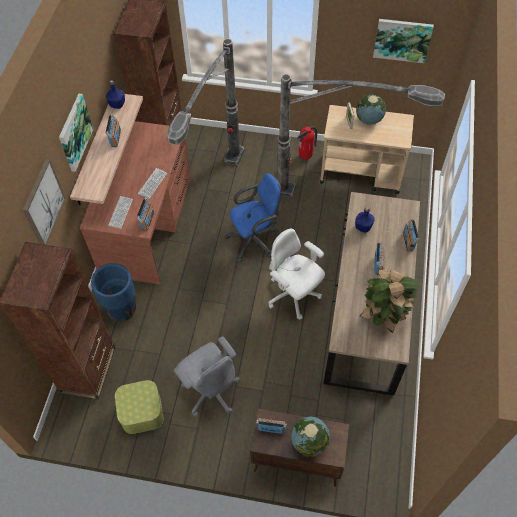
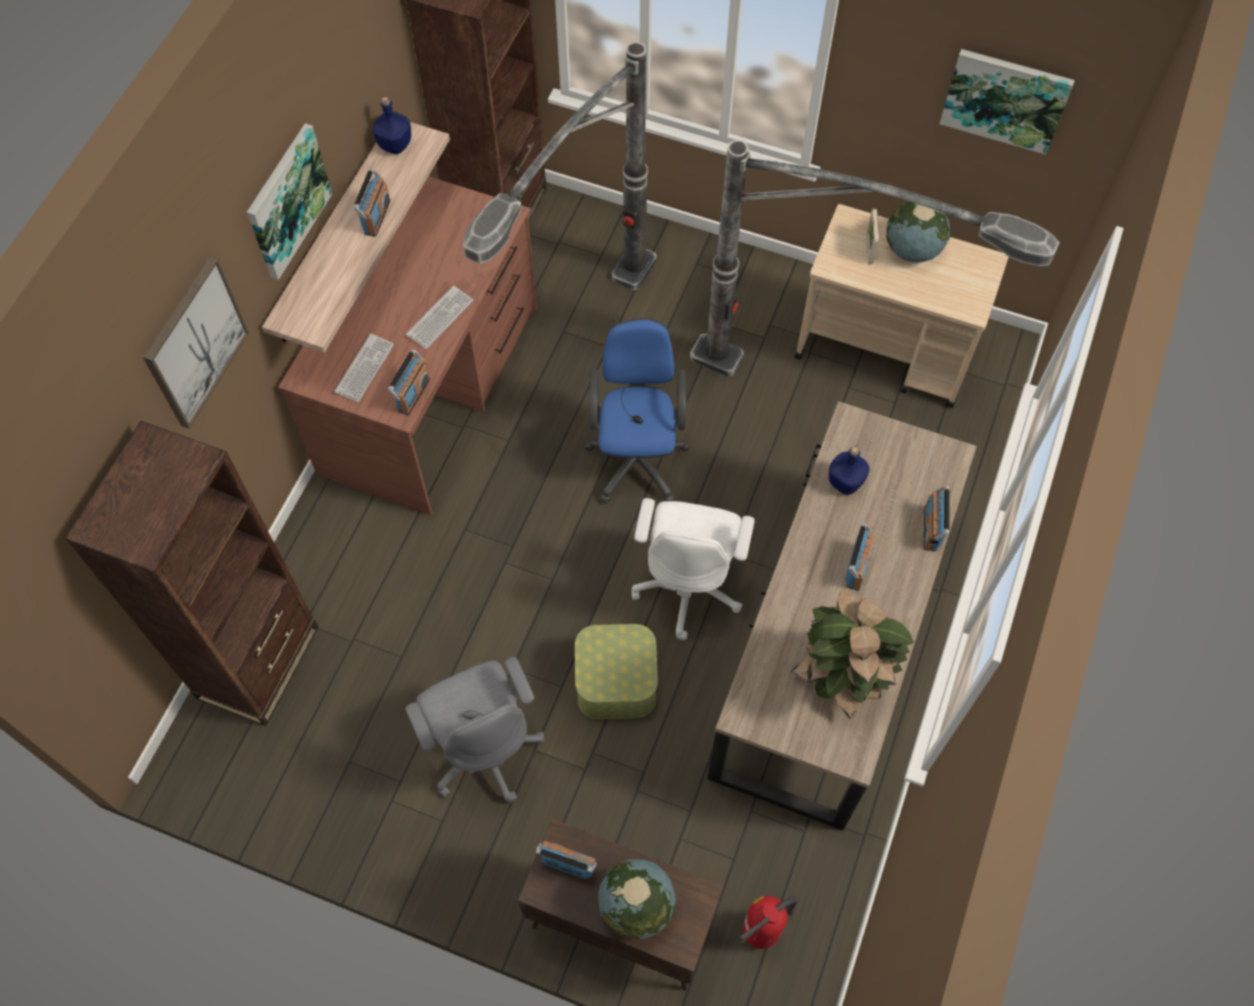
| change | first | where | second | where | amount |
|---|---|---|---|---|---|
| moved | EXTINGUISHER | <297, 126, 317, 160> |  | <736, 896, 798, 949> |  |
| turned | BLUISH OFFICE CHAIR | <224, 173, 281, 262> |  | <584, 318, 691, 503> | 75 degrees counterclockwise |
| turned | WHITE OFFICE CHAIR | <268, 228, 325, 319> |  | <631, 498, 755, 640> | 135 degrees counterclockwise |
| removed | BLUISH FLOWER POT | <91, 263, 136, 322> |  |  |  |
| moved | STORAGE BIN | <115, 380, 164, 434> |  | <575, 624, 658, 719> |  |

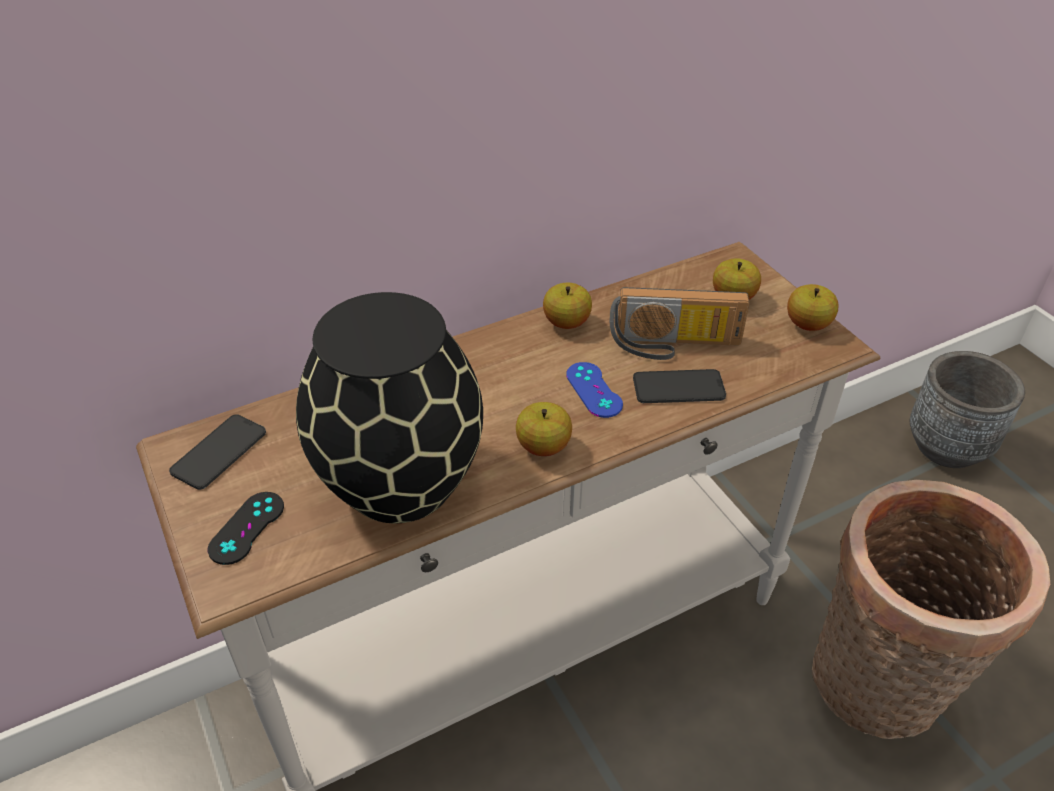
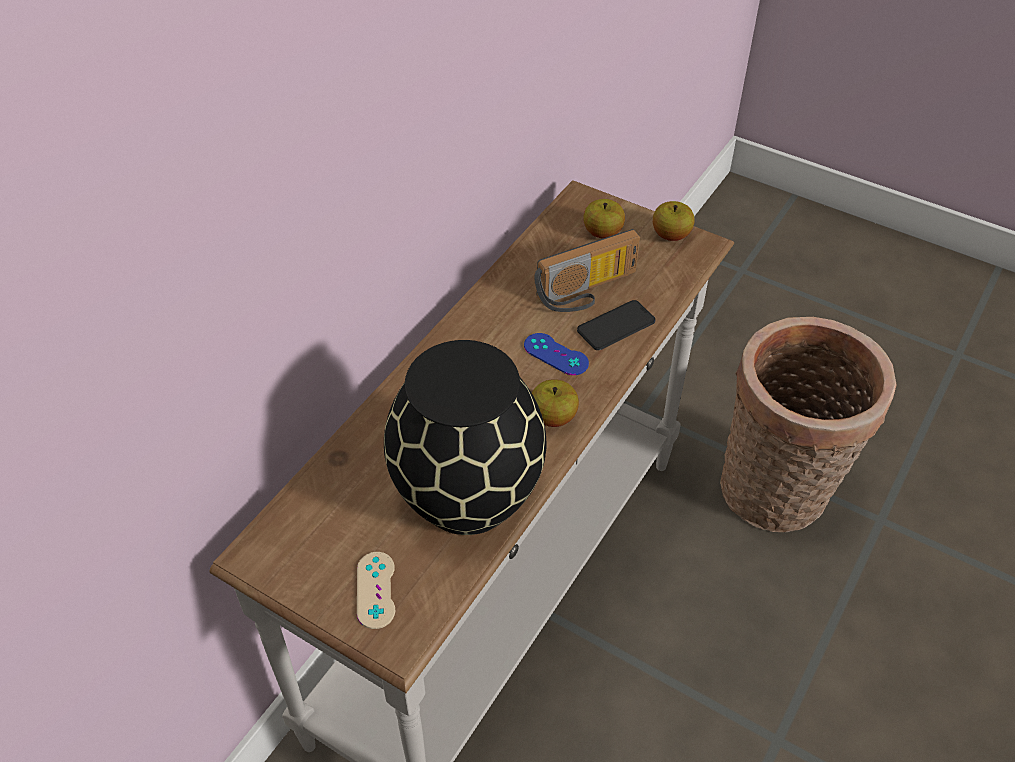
| change | first | where | second | where | amount |
|---|---|---|---|---|---|
| removed | WHOLE APPLE | <543, 283, 592, 329> |  |  |  |
| removed | GREYISH FLOWER POT | <910, 351, 1025, 468> |  |  |  |
| removed | HANDSET | <169, 414, 266, 490> |  |  |  |
| recoloured | BLACK JOYPAD | <208, 492, 284, 565> | SAND-COLOURED JOYPAD | <357, 552, 395, 629> |  |

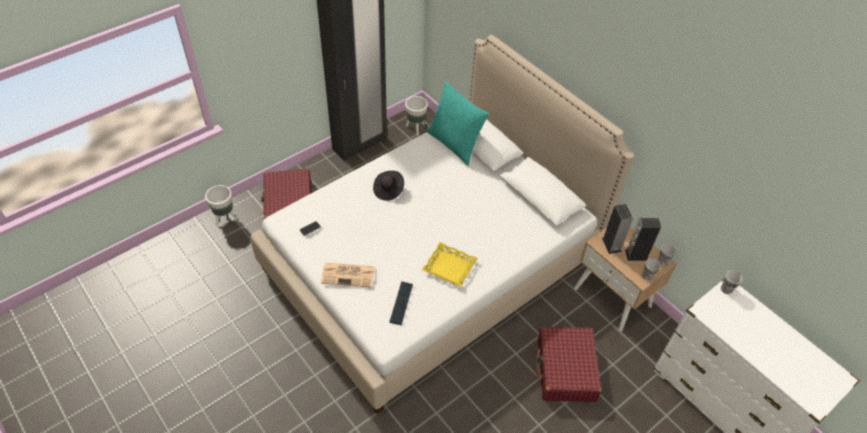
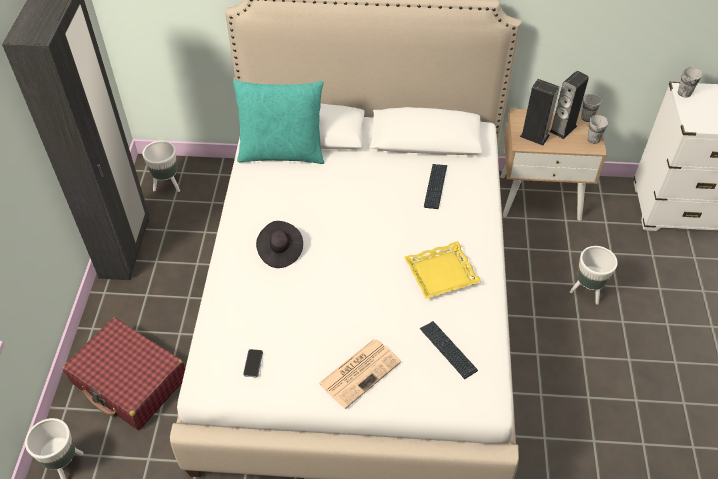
| change | first | where | second | where | amount |
|---|---|---|---|---|---|
| replaced | RED SUITCASE | <536, 326, 602, 402> | WHITE FLOWER POT | <570, 246, 618, 305> |  |
| added |  |  | KEYBOARD | <424, 164, 447, 209> |  |

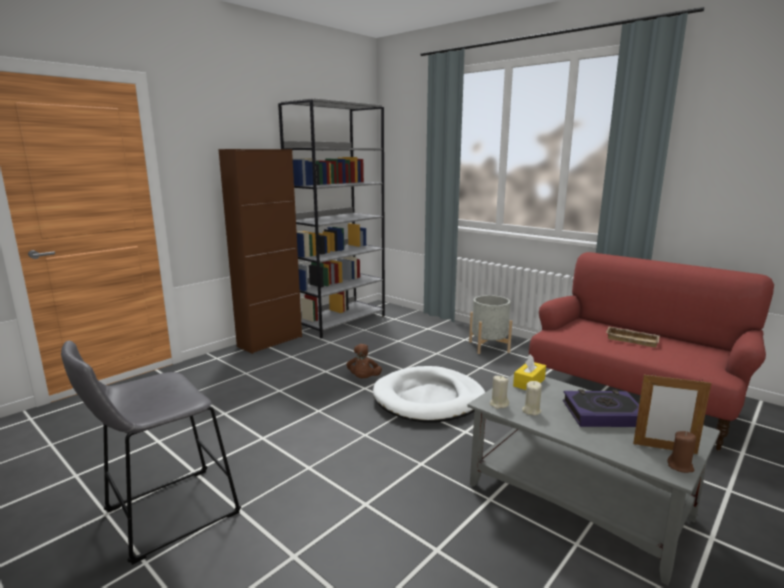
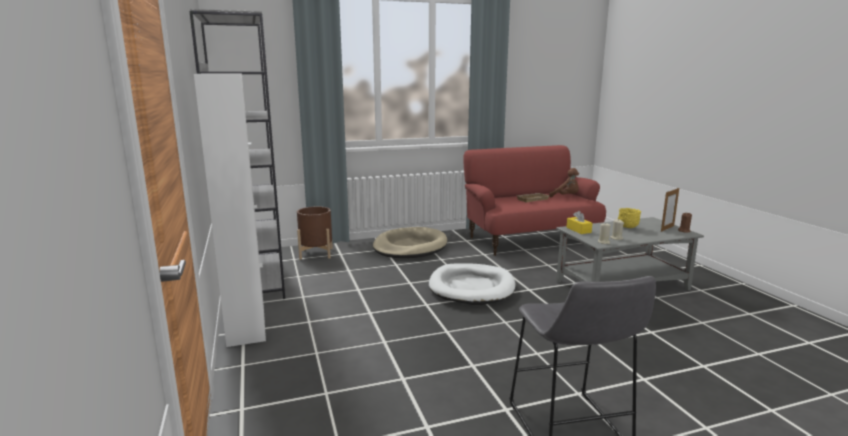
| change | first | where | second | where | amount |
|---|---|---|---|---|---|
| recoloured | BROWN STORAGE CABINET | <218, 149, 302, 354> | WHITE STORAGE CABINET | <194, 73, 266, 347> |  |
| replaced | GREYISH FLOWER POT | <469, 295, 512, 354> | SAND-COLOURED DOG CUSHION | <373, 227, 447, 258> |  |
| moved | BROWN PLUSH TOY | <347, 344, 382, 378> |  | <549, 168, 579, 198> |  |
| replaced | BOOK | <563, 389, 639, 427> | YELLOWISH SERVING BOWL | <618, 208, 641, 228> |  |
| added |  |  | BROWN FLOWER POT | <297, 206, 333, 260> |  |

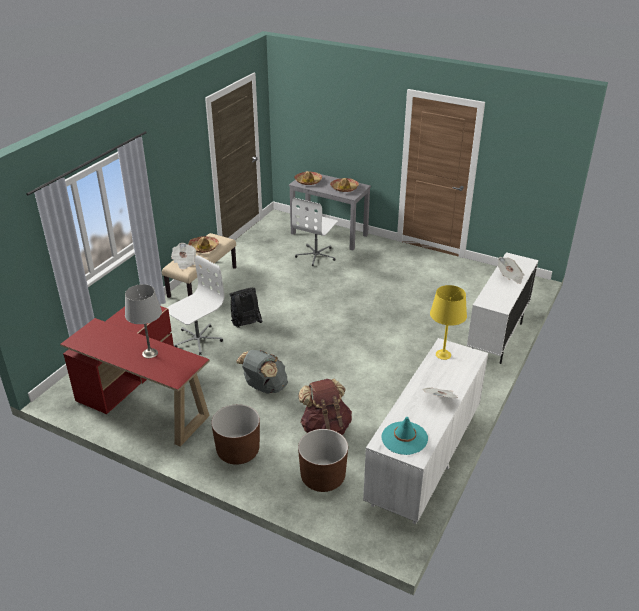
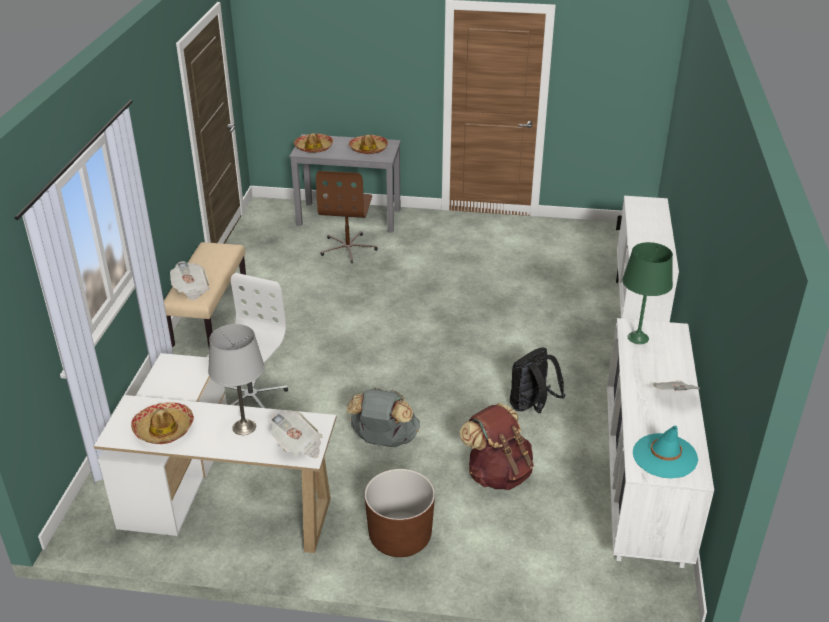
| change | first | where | second | where | amount |
|---|---|---|---|---|---|
| recoloured | WHITE OFFICE CHAIR | <292, 198, 338, 266> | BROWN OFFICE CHAIR | <316, 171, 378, 264> |  |
| moved | WEARABLE HAT | <188, 236, 219, 253> |  | <131, 403, 194, 444> |  |
| moved | DAILY PAPER | <497, 257, 524, 284> |  | <270, 411, 322, 458> |  |
| recoloured | YELLOWISH TABLE LAMP | <430, 285, 467, 360> | GREENISH TABLE LAMP | <622, 242, 673, 344> |  |
| moved | BLACK RUCKSACK | <230, 288, 263, 328> |  | <510, 348, 565, 413> |  |
| recoloured | RED DESK UNIT | <60, 306, 210, 447> | WHITE DESK UNIT | <94, 353, 337, 553> |  |
| removed | BROWN FLOWER POT | <298, 429, 348, 492> |  |  |  |

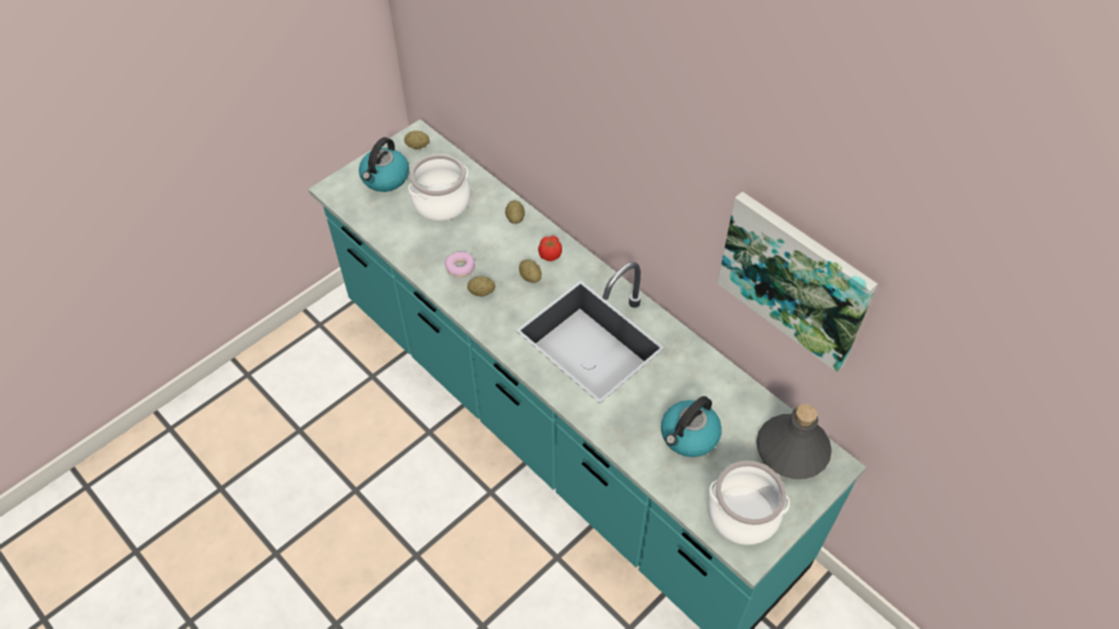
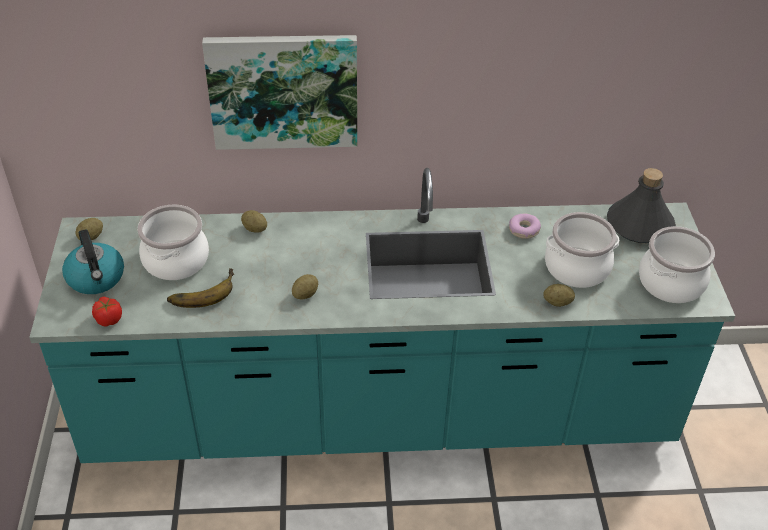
| change | first | where | second | where | amount |
|---|---|---|---|---|---|
| moved | WALL PICTURE | <717, 192, 878, 372> |  | <202, 35, 357, 150> |  |
| moved | TOMATO | <538, 236, 562, 261> |  | <92, 297, 122, 327> |  |
| moved | RING DOUGHNUT | <445, 252, 475, 278> |  | <509, 214, 541, 239> |  |
| moved | SPUD | <519, 260, 542, 283> |  | <543, 284, 575, 307> |  |
| replaced | KETTLE | <661, 396, 722, 457> | STOCKPOT | <545, 212, 619, 288> |  |
| added |  |  | BANANA | <167, 268, 234, 308> |  |

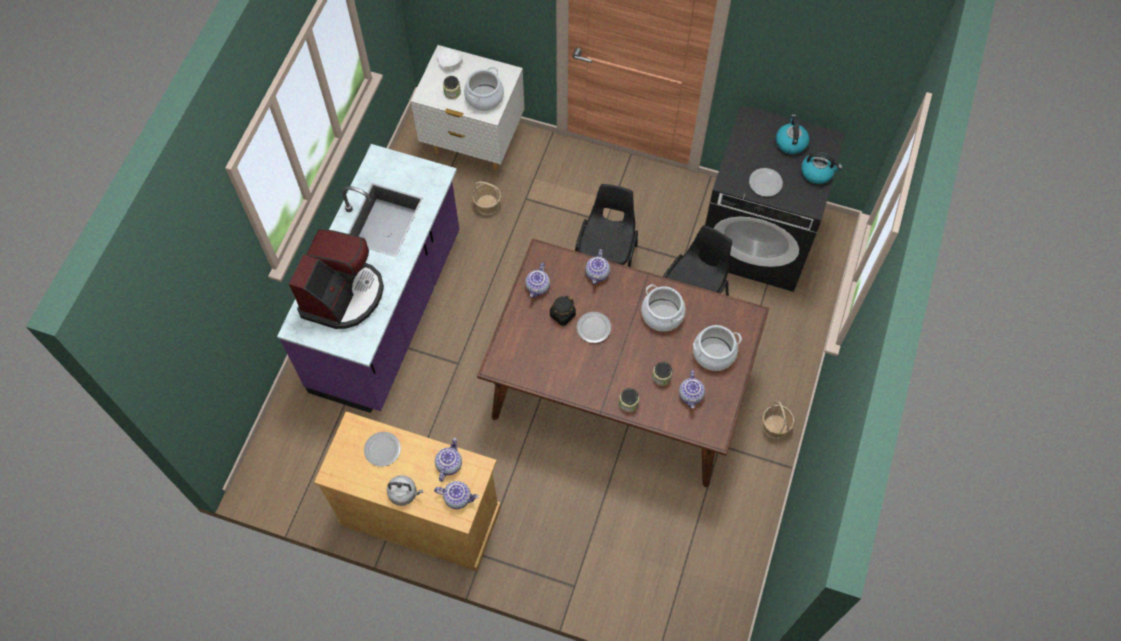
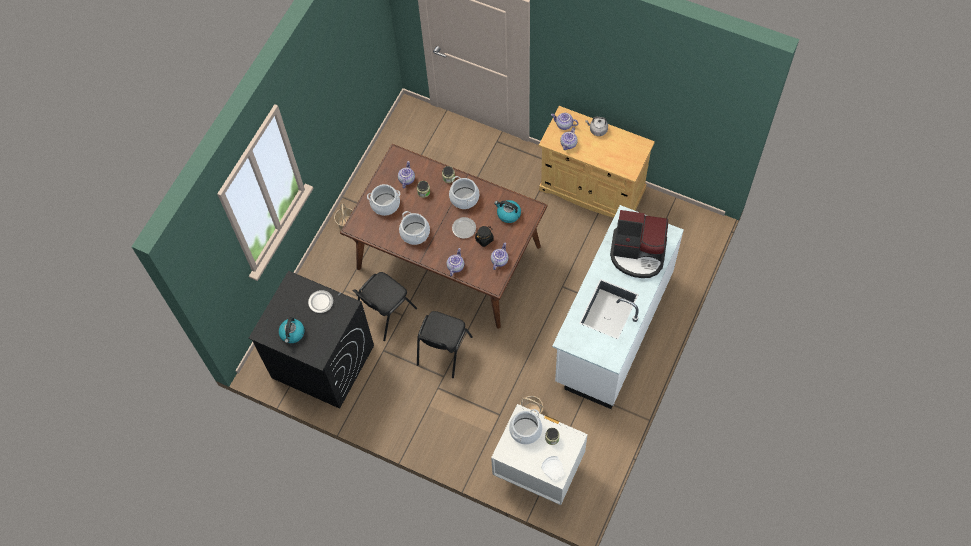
| change | first | where | second | where | amount |
|---|---|---|---|---|---|
| recoloured | PURPLE KITCHEN COUNTER | <277, 144, 460, 413> | WHITE KITCHEN COUNTER | <552, 205, 684, 409> |  |
| moved | KETTLE | <801, 152, 842, 184> |  | <494, 200, 521, 223> |  |
| turned | COFFEE MAKER | <289, 229, 384, 329> |  | <610, 210, 668, 278> | 105 degrees counterclockwise |
| removed | DINNER PLATE | <364, 432, 401, 467> |  |  |  |
| added |  |  | STOCKPOT | <449, 176, 479, 209> |  |

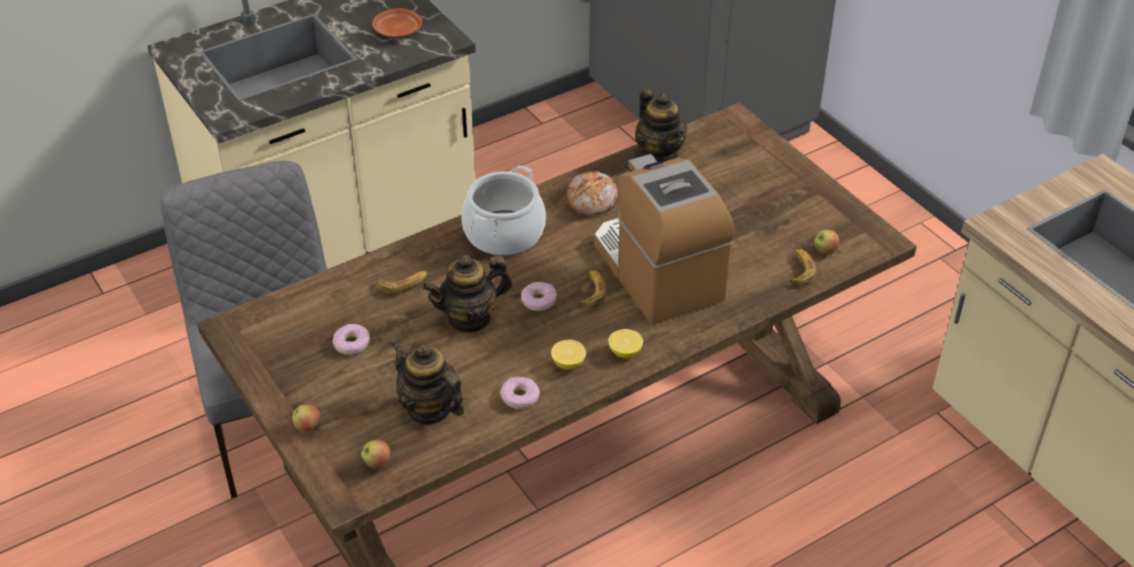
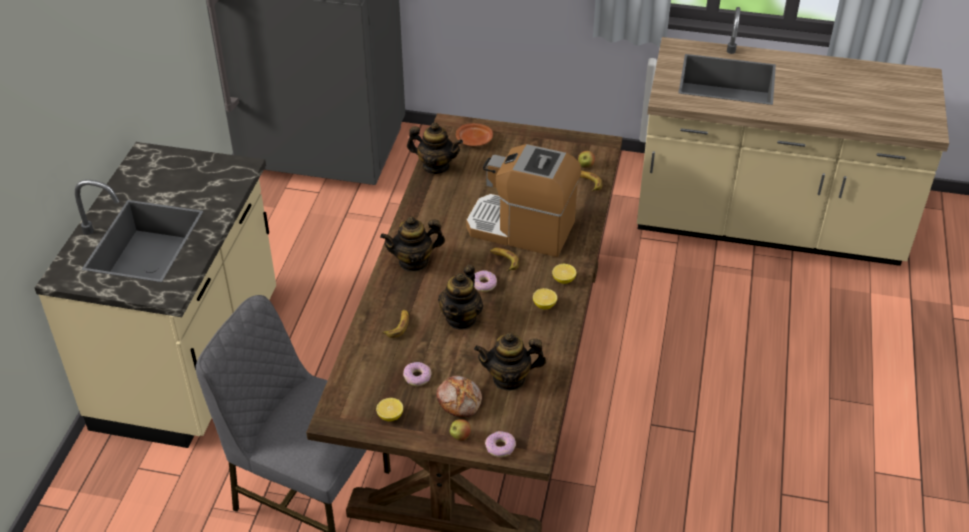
| change | first | where | second | where | amount |
|---|---|---|---|---|---|
| moved | BROWN DINNER PLATE | <372, 8, 422, 38> |  | <456, 123, 493, 146> |  |
| replaced | STOCKPOT | <461, 166, 546, 256> | POT FOR TEA | <380, 217, 445, 272> |  |
| moved | BAKERY BREAD | <567, 171, 618, 216> |  | <436, 376, 482, 417> |  |
| moved | RING DOUGHNUT | <500, 377, 540, 409> |  | <485, 431, 516, 457> |  |
| removed | WHOLE APPLE | <361, 440, 391, 469> |  |  |  |
| added |  |  | WHOLE LEMON | <376, 398, 403, 421> |  |

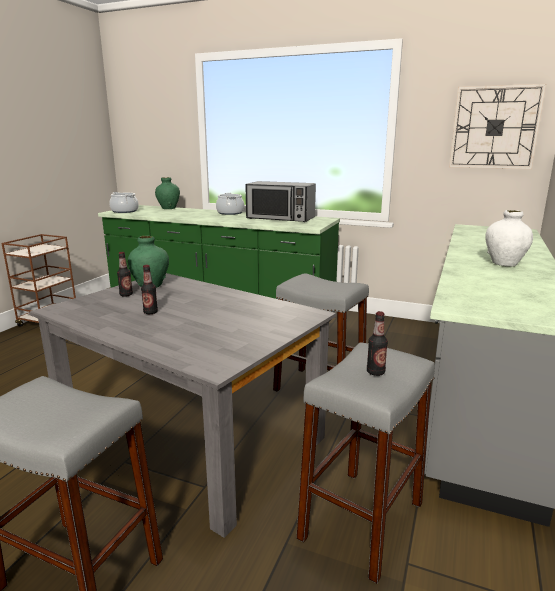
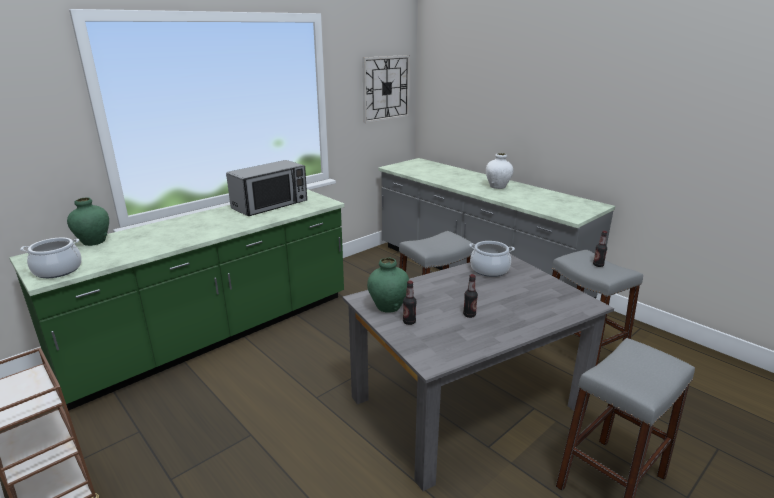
| change | first | where | second | where | amount |
|---|---|---|---|---|---|
| moved | STOCKPOT | <216, 193, 244, 215> |  | <469, 241, 515, 277> |  |

